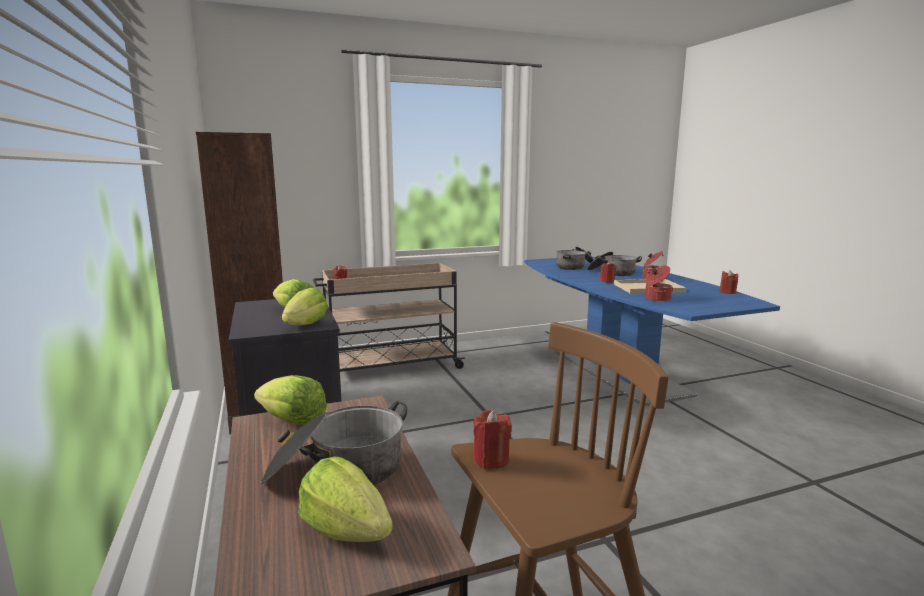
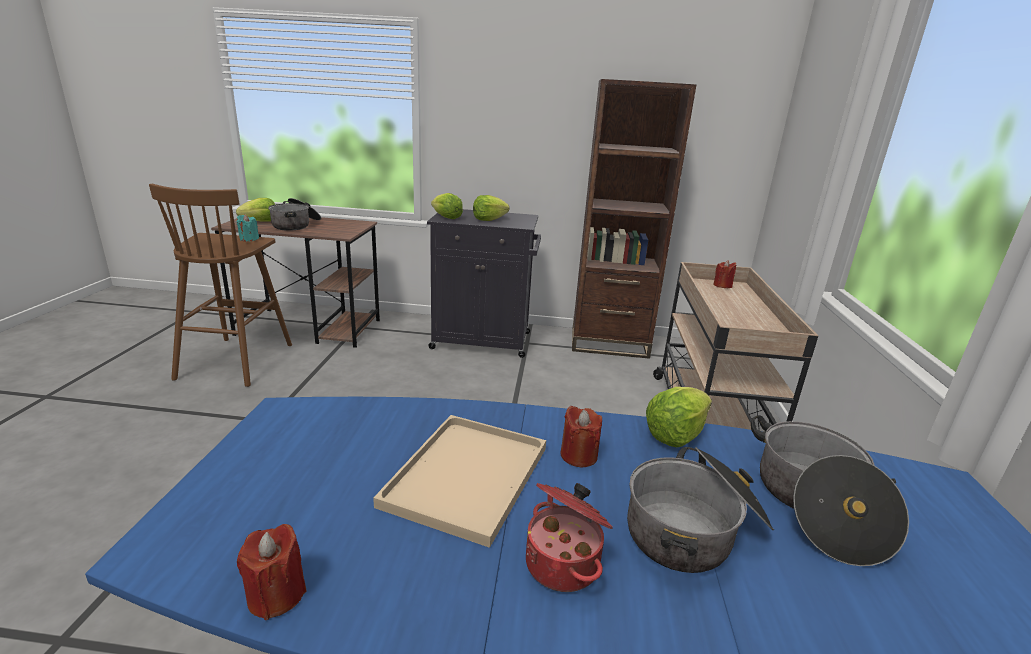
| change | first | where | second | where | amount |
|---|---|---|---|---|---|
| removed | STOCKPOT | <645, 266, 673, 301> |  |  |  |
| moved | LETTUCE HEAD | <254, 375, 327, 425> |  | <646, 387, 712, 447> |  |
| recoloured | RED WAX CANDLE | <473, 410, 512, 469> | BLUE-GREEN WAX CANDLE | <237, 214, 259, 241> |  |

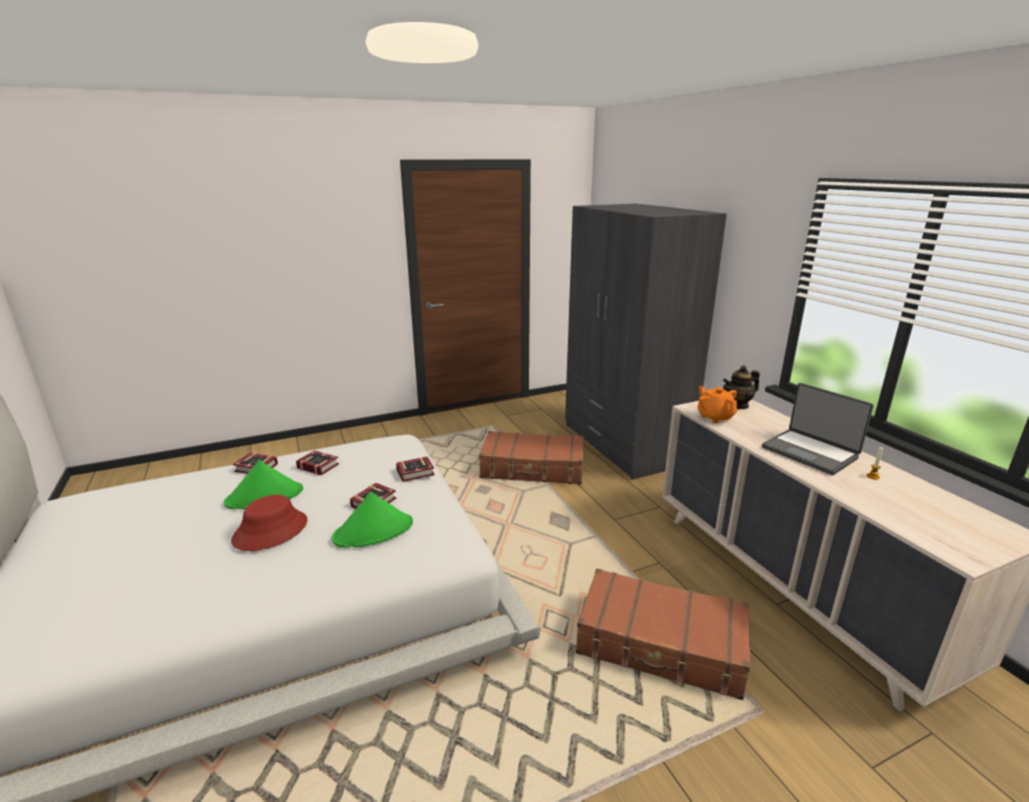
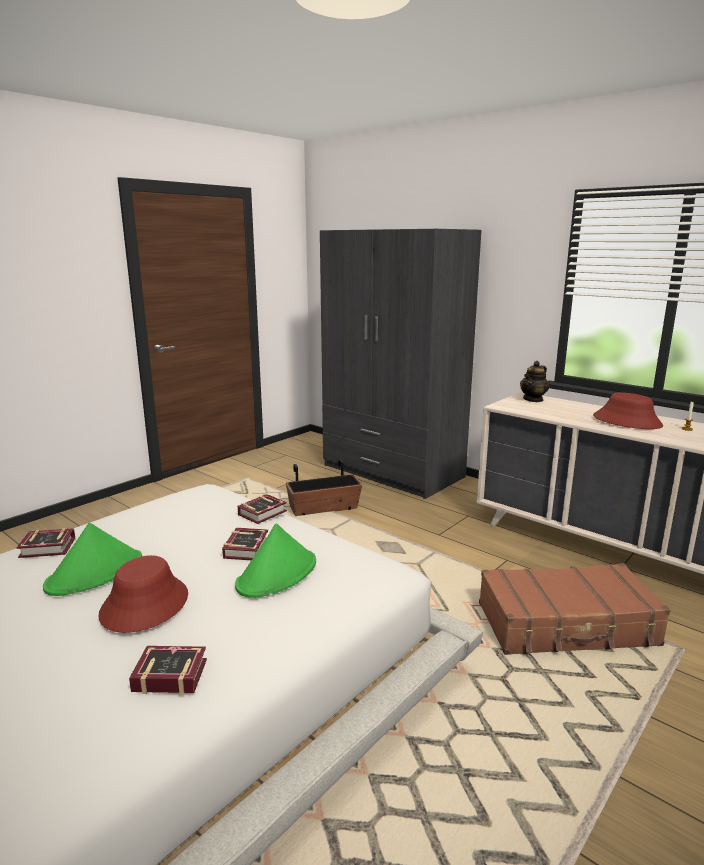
| change | first | where | second | where | amount |
|---|---|---|---|---|---|
| replaced | PORTABLE COMPUTER | <762, 383, 874, 475> | RED WEARABLE HAT | <593, 392, 663, 429> |  |
| removed | ORANGE-COLOURED POT FOR TEA | <698, 386, 737, 423> |  |  |  |
| replaced | BROWN SUITCASE | <479, 431, 584, 484> | FLOWER POT | <286, 459, 362, 516> |  |
| moved | BOOK | <296, 450, 339, 475> |  | <129, 646, 207, 695> |  |

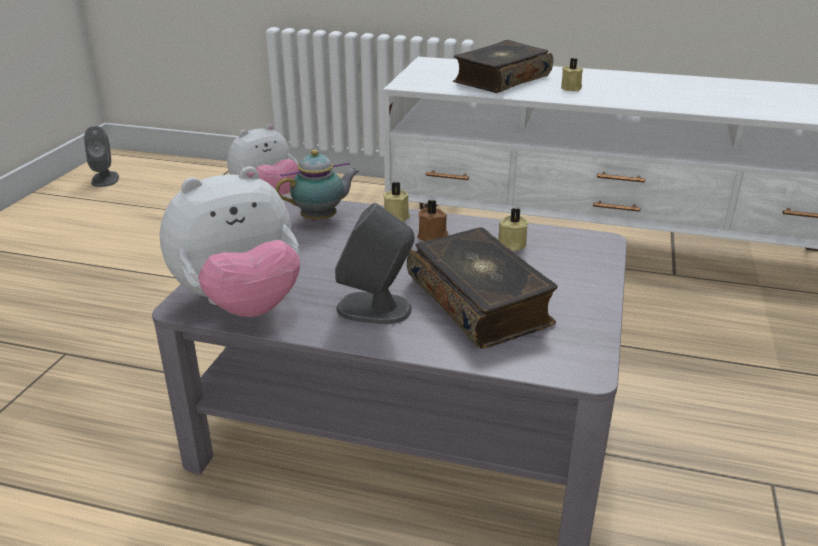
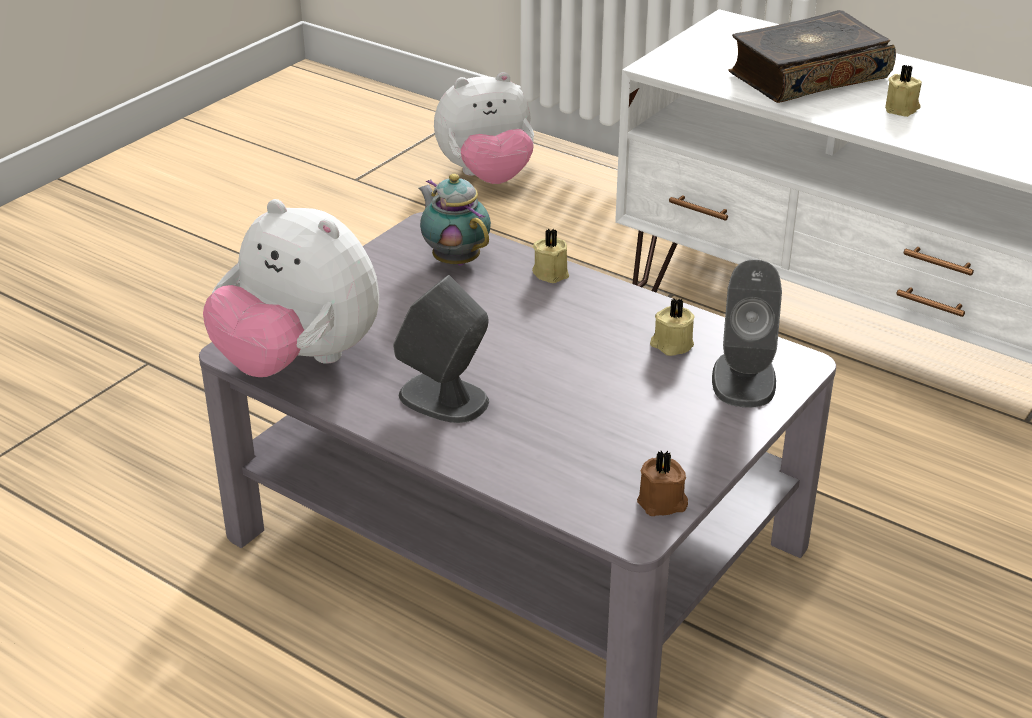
| change | first | where | second | where | amount |
|---|---|---|---|---|---|
| moved | GREYISH LOUDSPEAKER | <84, 126, 119, 187> |  | <712, 259, 782, 408> |  |
| turned | POT FOR TEA | <275, 149, 360, 221> |  | <419, 174, 491, 266> | 120 degrees counterclockwise |
| turned | PLUSH TOY | <160, 166, 300, 317> |  | <203, 199, 379, 377> | 45 degrees clockwise |
| moved | BROWN WAX CANDLE | <417, 200, 448, 241> |  | <637, 451, 688, 516> |  |
| removed | BOOK | <407, 227, 558, 348> |  |  |  |

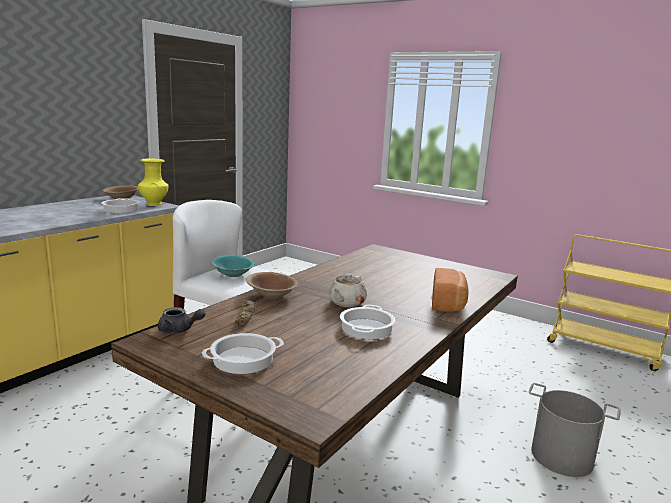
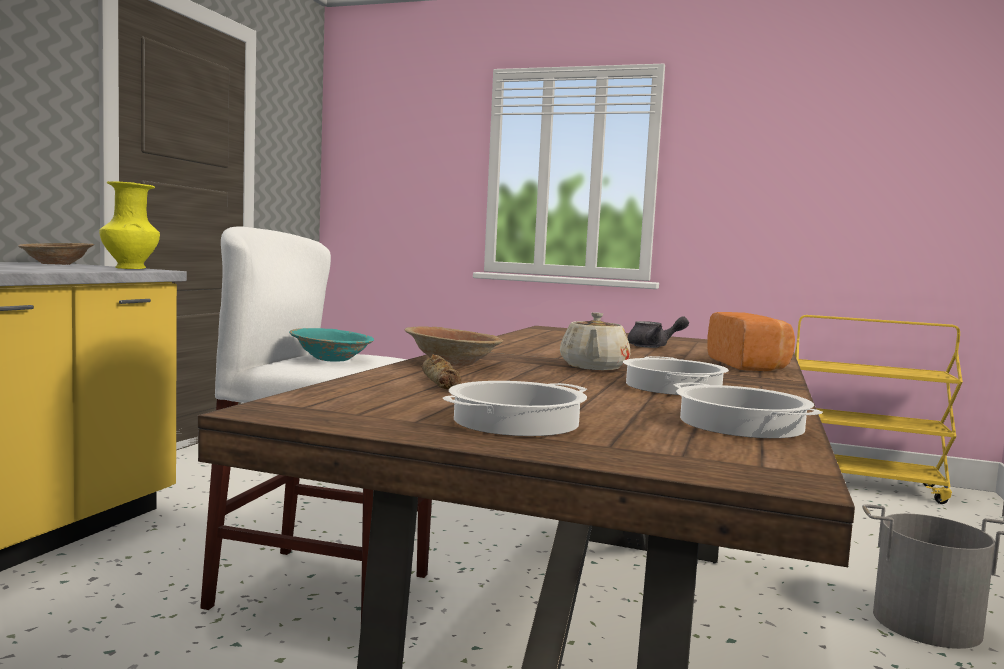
| change | first | where | second | where | amount |
|---|---|---|---|---|---|
| moved | STOCKPOT | <102, 198, 140, 213> |  | <673, 383, 823, 438> |  |
| moved | GREYISH POT FOR TEA | <158, 307, 205, 334> |  | <628, 317, 689, 348> |  |

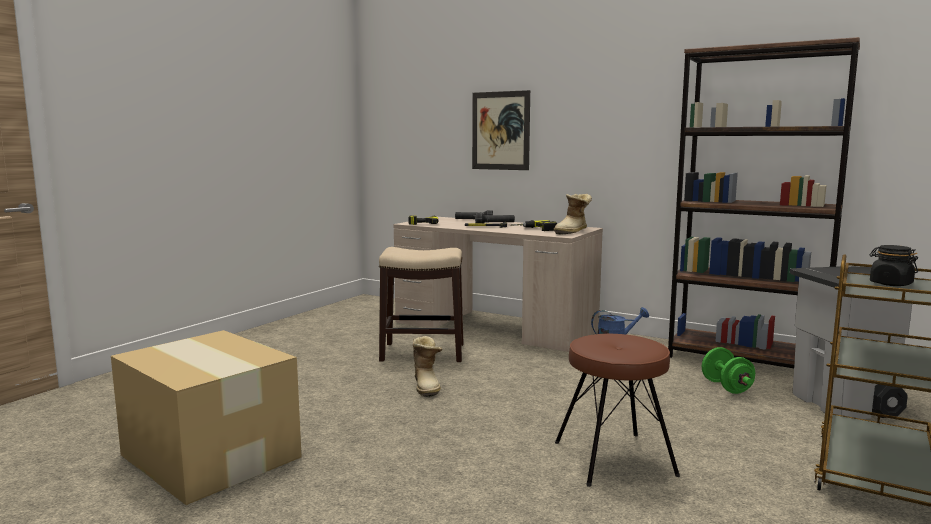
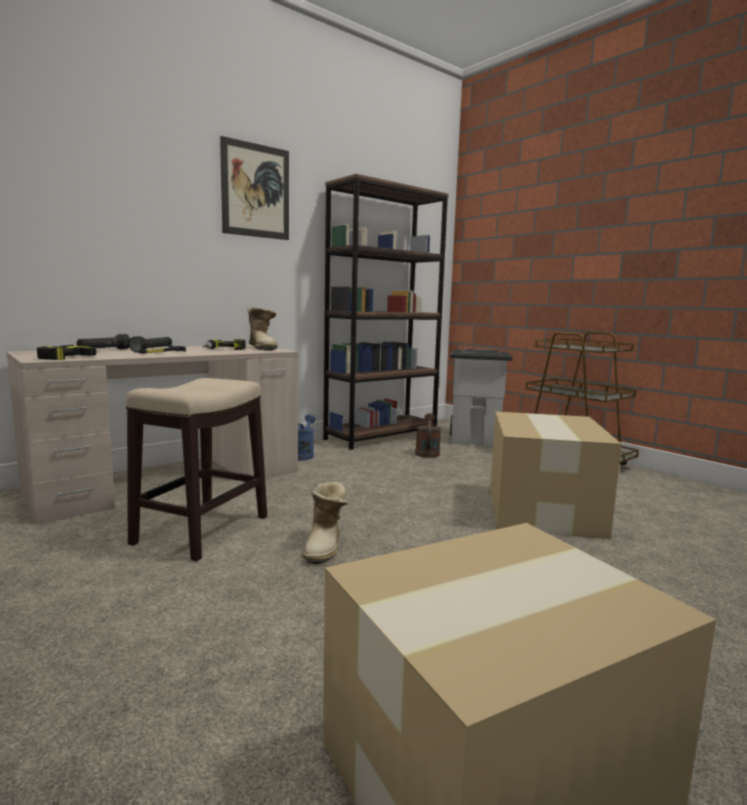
| change | first | where | second | where | amount |
|---|---|---|---|---|---|
| moved | WALL PICTURE | <472, 90, 530, 170> |  | <220, 136, 289, 240> |  |
| removed | BLACK STORAGE JAR | <870, 245, 918, 286> |  |  |  |
| replaced | BROWN SITTING STOOL | <555, 334, 680, 487> | CARDBOARD BOX | <490, 412, 622, 539> |  |
| turned | TALL BOOT | <413, 336, 443, 397> |  | <303, 482, 348, 564> | 90 degrees clockwise |
| replaced | GREENISH DUMBBELL | <702, 347, 755, 394> | BROWN WATERING POT | <415, 413, 441, 458> |  |

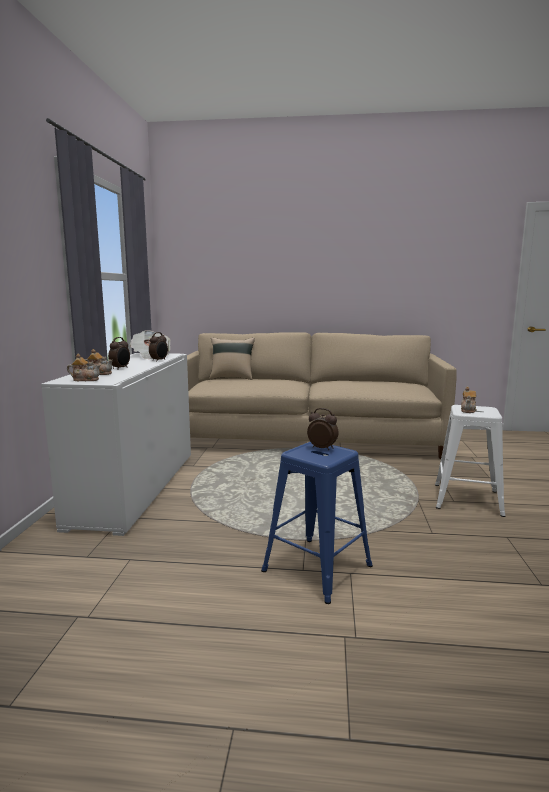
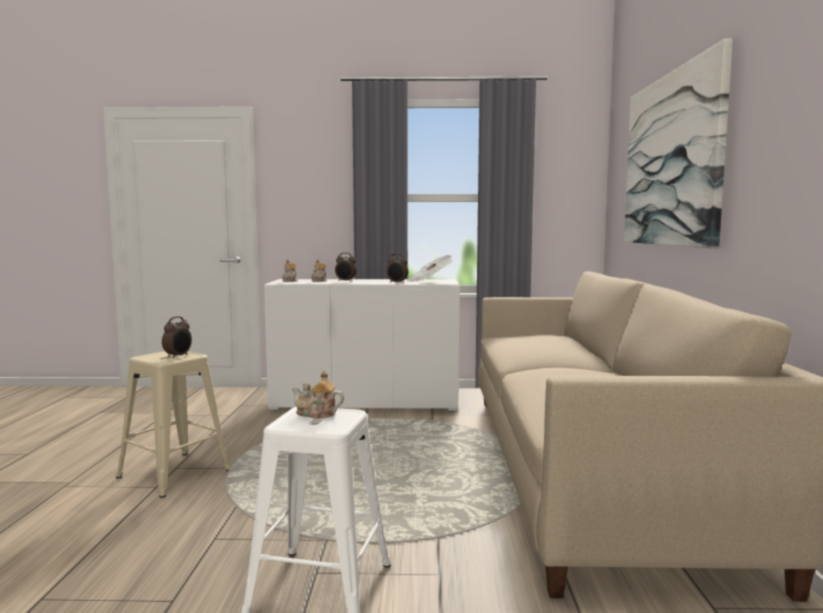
| change | first | where | second | where | amount |
|---|---|---|---|---|---|
| removed | SAND-COLOURED THROW PILLOW | <209, 337, 255, 380> |  |  |  |
| recoloured | BLUISH SITTING STOOL | <261, 442, 373, 604> | SAND-COLOURED SITTING STOOL | <116, 351, 232, 498> |  |
| added |  |  | WALL PICTURE | <624, 38, 733, 248> |  |

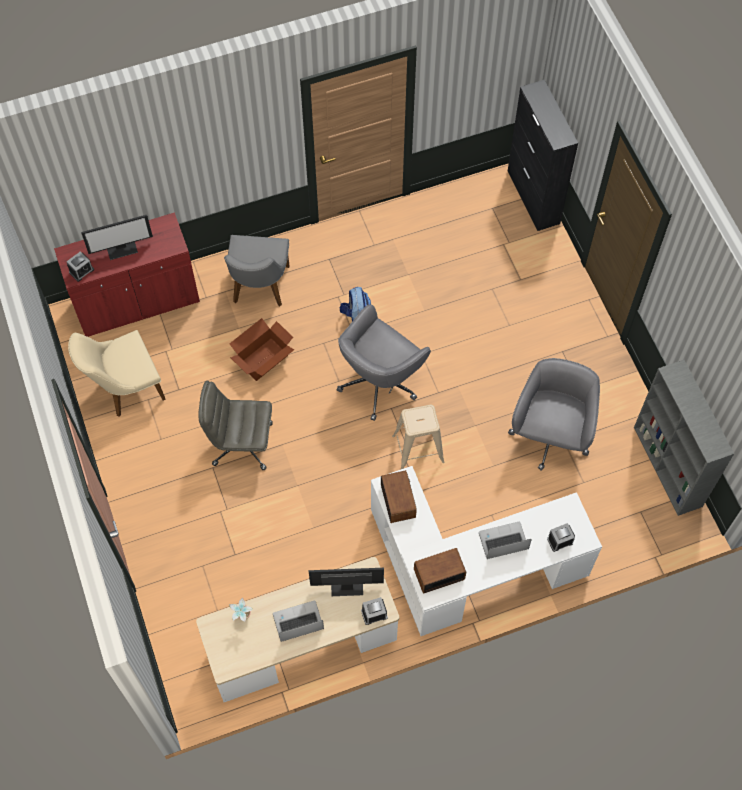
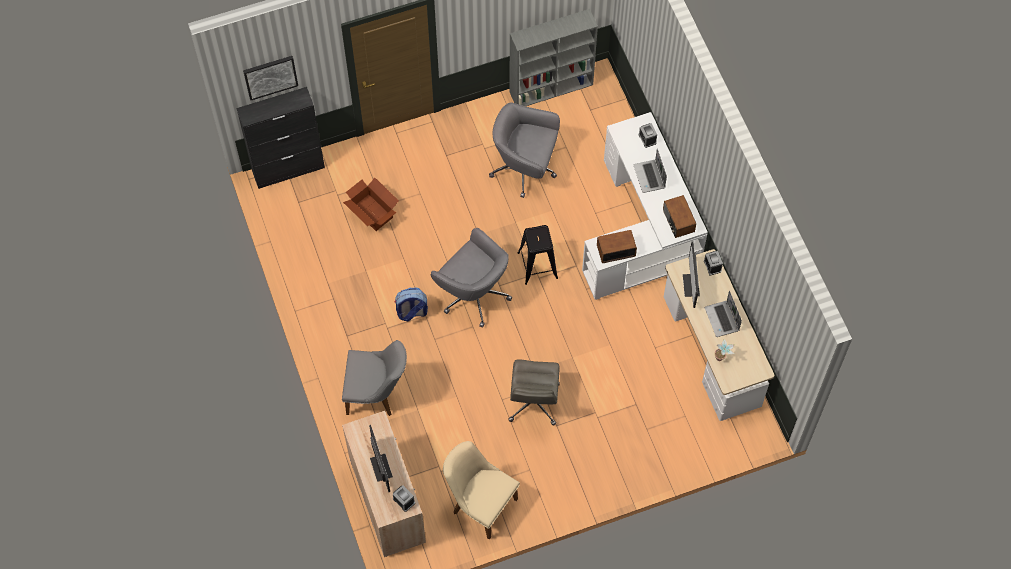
| change | first | where | second | where | amount |
|---|---|---|---|---|---|
| recoloured | RED STORAGE CABINET | <54, 212, 200, 337> | SAND-COLOURED STORAGE CABINET | <342, 411, 426, 557> |  |
| moved | CARDBOARD BOX | <230, 318, 294, 381> |  | <343, 178, 399, 231> |  |
| turned | SAND-COLOURED PLAIN CHAIR | <68, 330, 166, 417> |  | <443, 441, 520, 540> | 150 degrees clockwise |
| recoloured | SAND-COLOURED SITTING STOOL | <392, 404, 444, 469> | BLACK SITTING STOOL | <517, 225, 558, 285> |  |
| added |  |  | WALL PICTURE | <243, 56, 298, 100> |  |

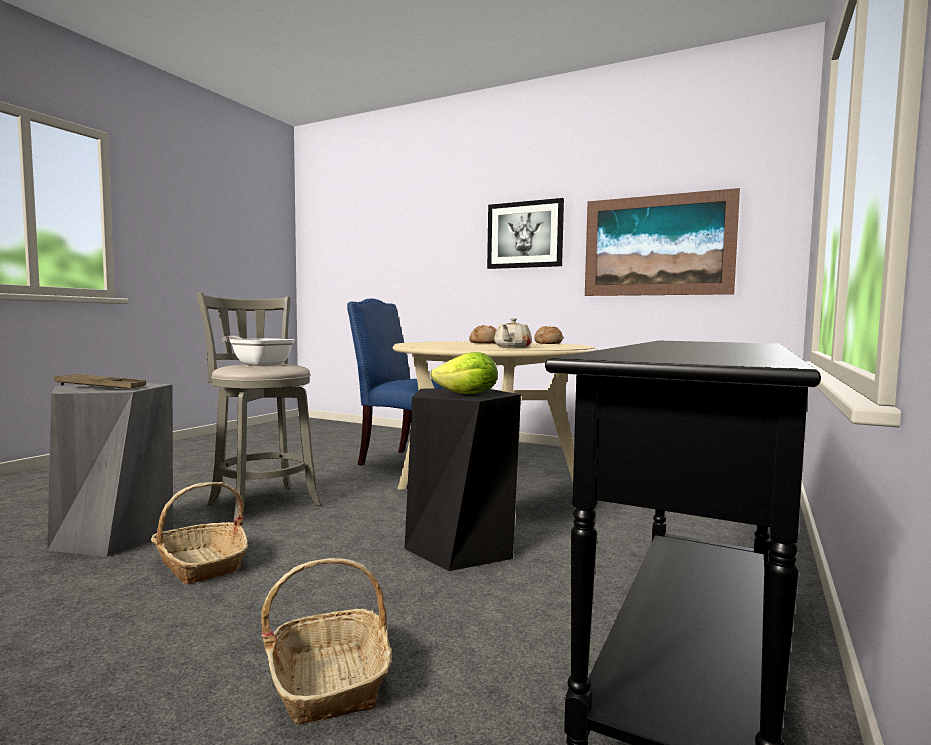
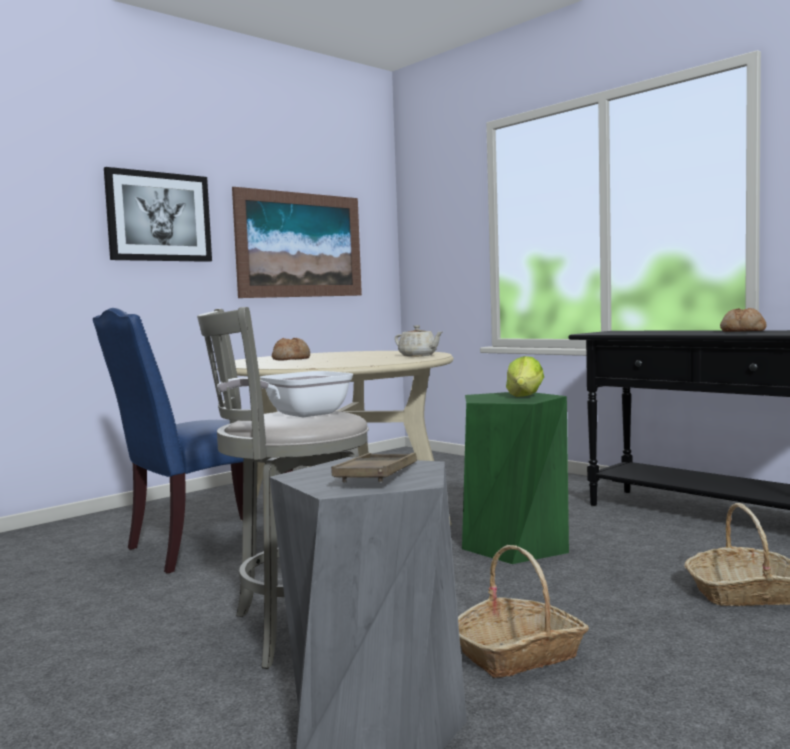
| change | first | where | second | where | amount |
|---|---|---|---|---|---|
| moved | BAKERY BREAD | <534, 326, 563, 344> |  | <720, 308, 767, 332> |  |
| recoloured | BLACK SITTING STOOL | <405, 388, 521, 571> | GREENISH SITTING STOOL | <462, 392, 569, 564> |  |

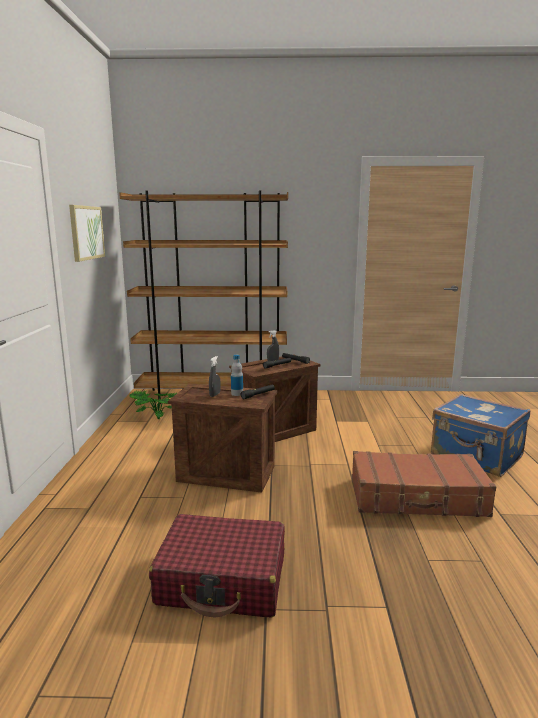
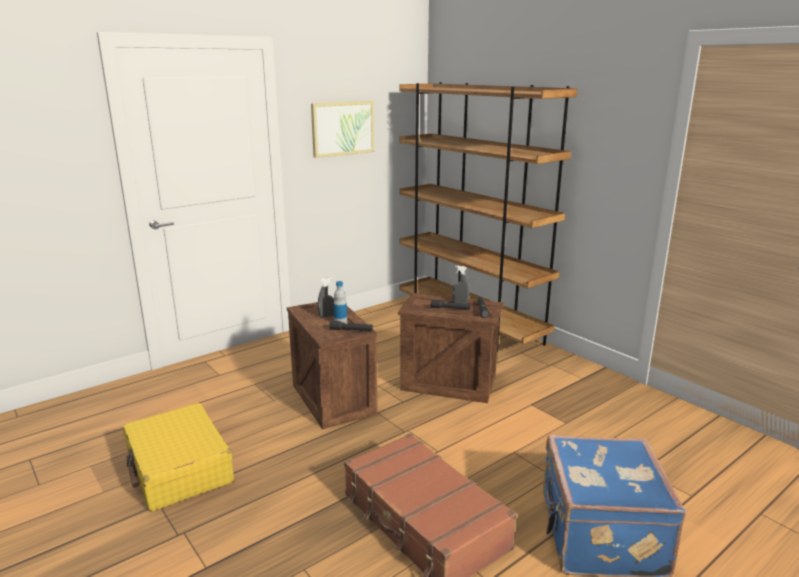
| change | first | where | second | where | amount |
|---|---|---|---|---|---|
| removed | POTTED PLANT | <129, 390, 177, 420> |  |  |  |
| recoloured | RED SUITCASE | <149, 514, 285, 618> | YELLOWISH SUITCASE | <123, 403, 234, 511> |  |

